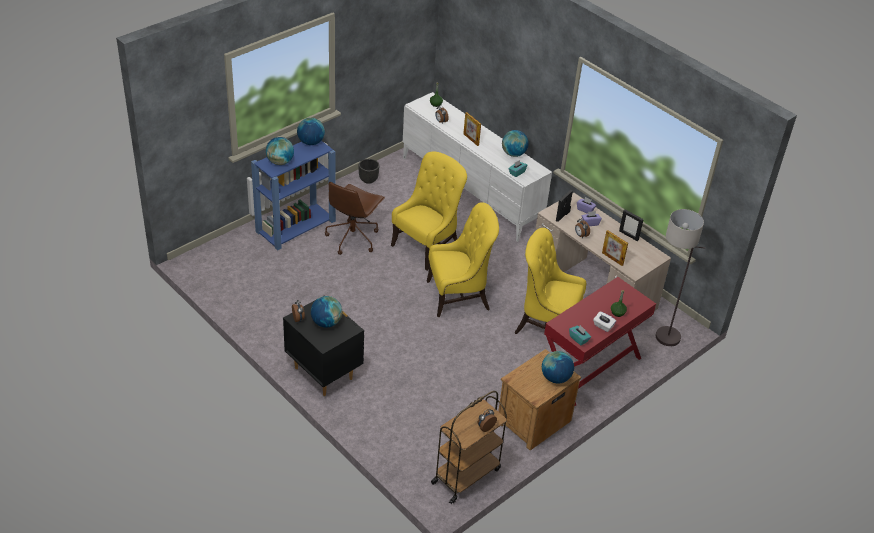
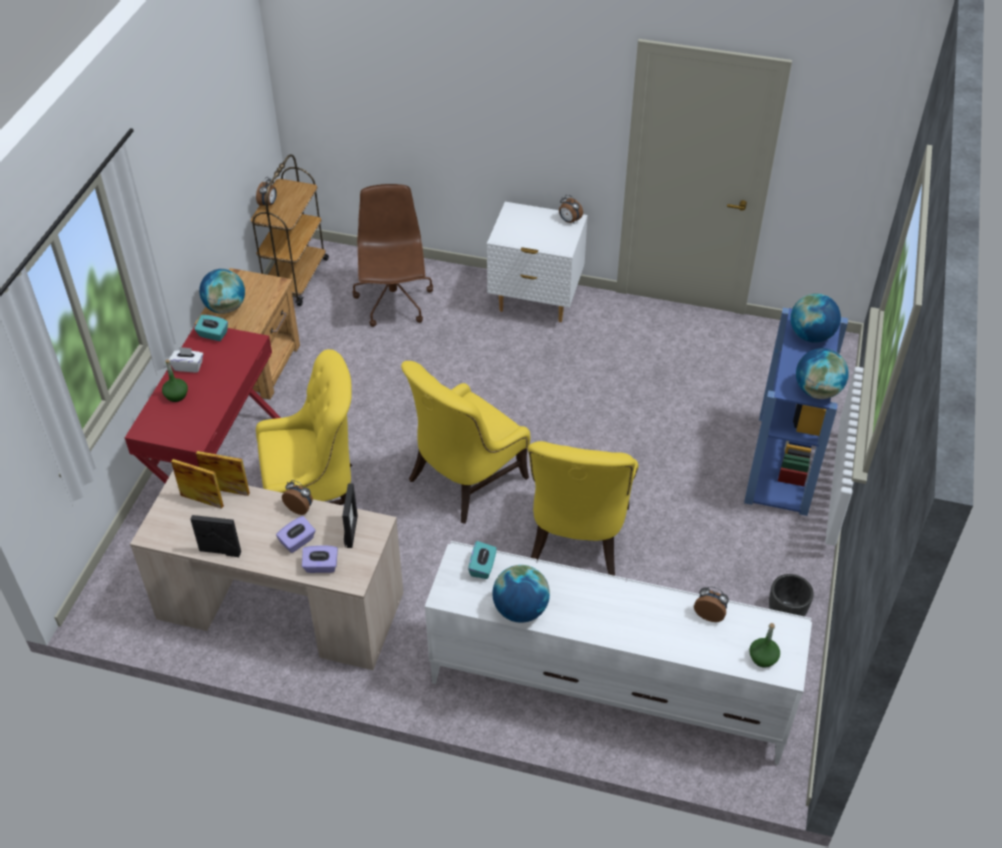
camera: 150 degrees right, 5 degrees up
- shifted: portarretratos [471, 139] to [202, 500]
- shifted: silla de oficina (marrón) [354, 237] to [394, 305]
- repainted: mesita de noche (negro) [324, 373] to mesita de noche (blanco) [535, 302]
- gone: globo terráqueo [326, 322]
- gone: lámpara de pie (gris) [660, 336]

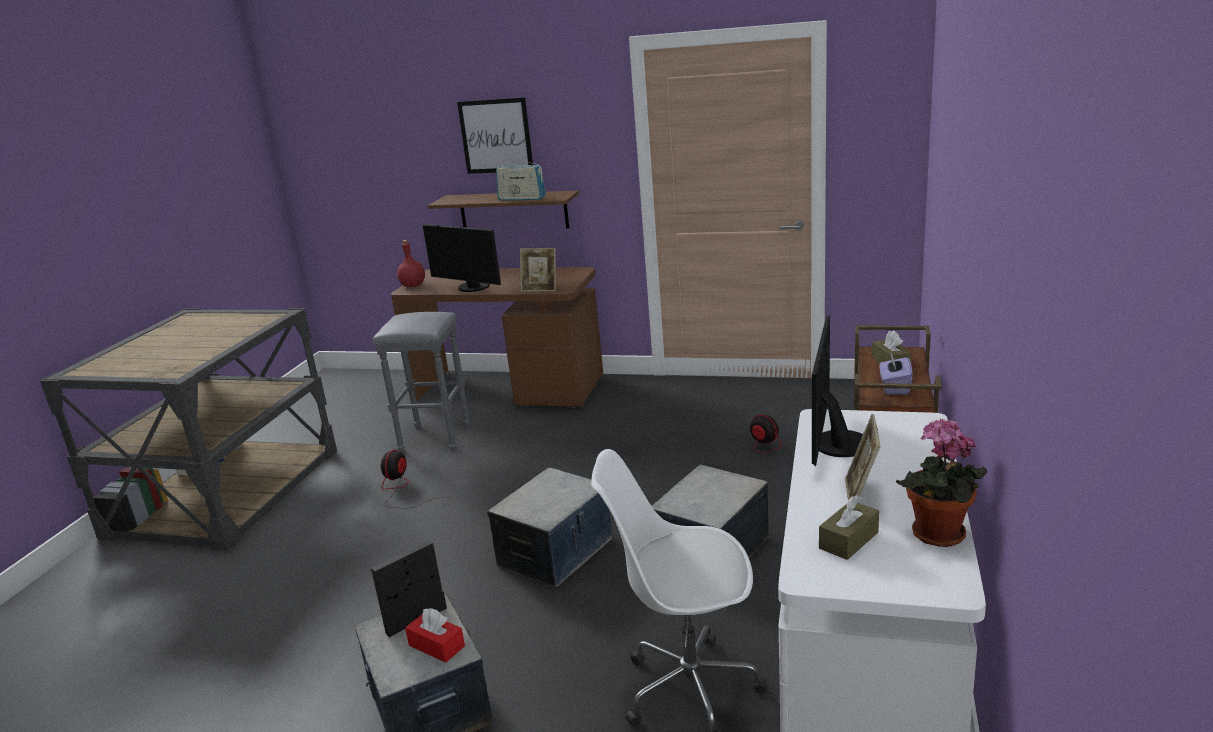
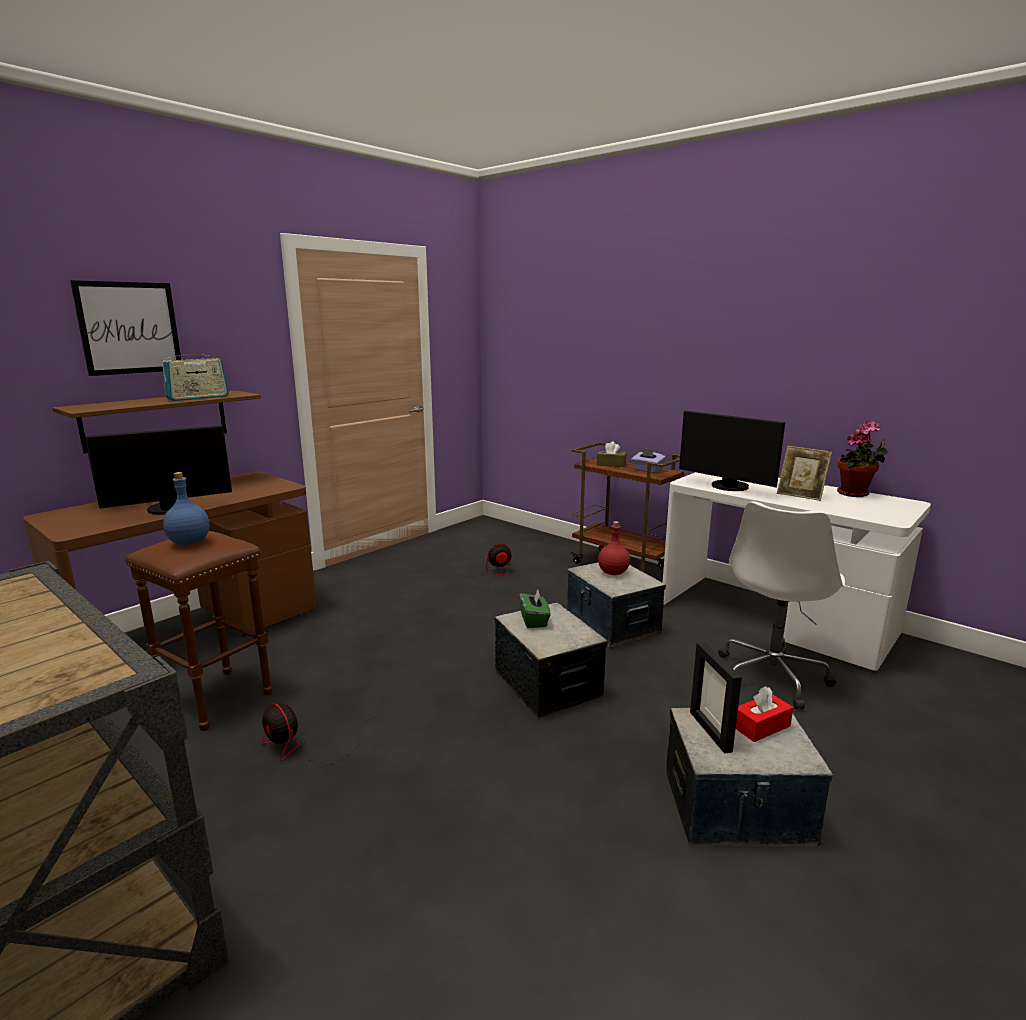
camera: 65 degrees left, 5 degrees down
- repainted: taburete (gris) [433, 438] to taburete (marrón) [216, 700]
- new: botella (azul) [188, 542]
- new: caja de pañuelos (verde) [534, 620]
- shifted: botella (rojo) [412, 286] to [613, 573]
- gone: portarretratos [540, 289]
- gone: caja de pañuelos (marrón) [848, 540]

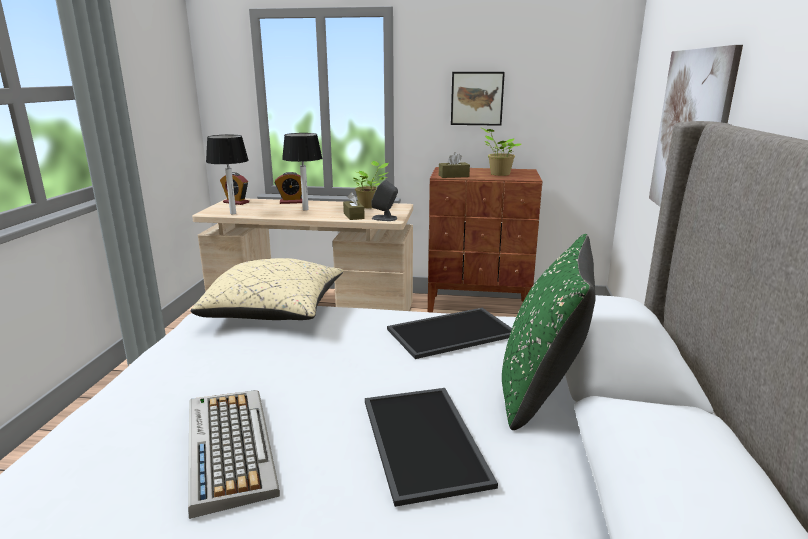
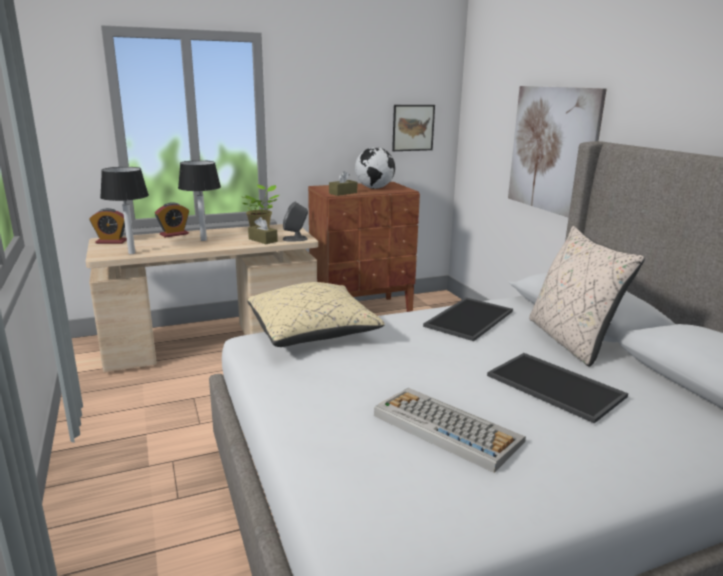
camera: 30 degrees left, 0 degrees up
- swapped: planta en maceta [498, 174] to globo terráqueo [374, 188]
- shifted: cuadro [477, 98] to [413, 127]
- repainted: cojín (verde) [541, 390] to cojín (beis) [570, 340]

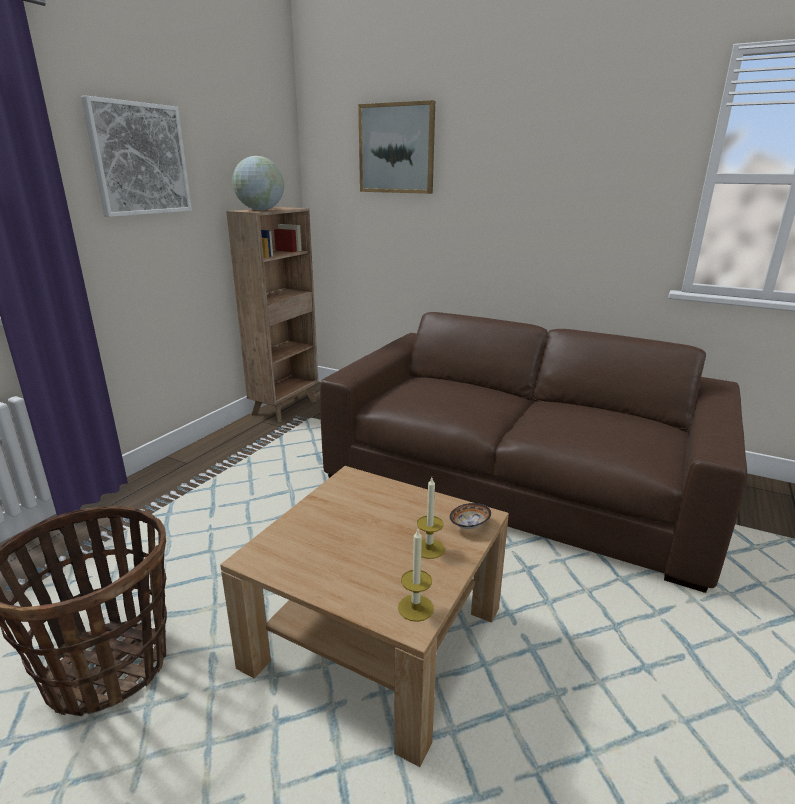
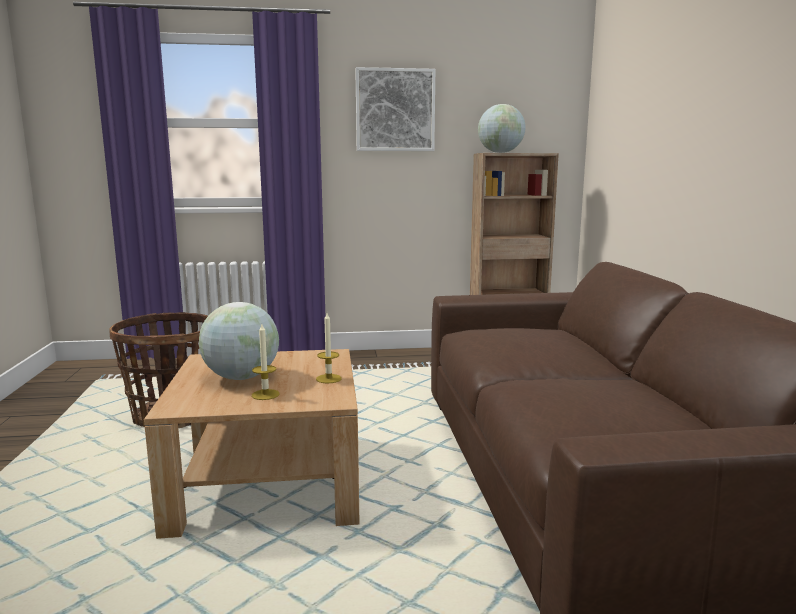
camera: 55 degrees right, 10 degrees down
- new: globo terráqueo [241, 377]
- shifted: vela [415, 608] to [328, 378]
- gone: cuadro [397, 149]
- gone: cuenco [469, 525]

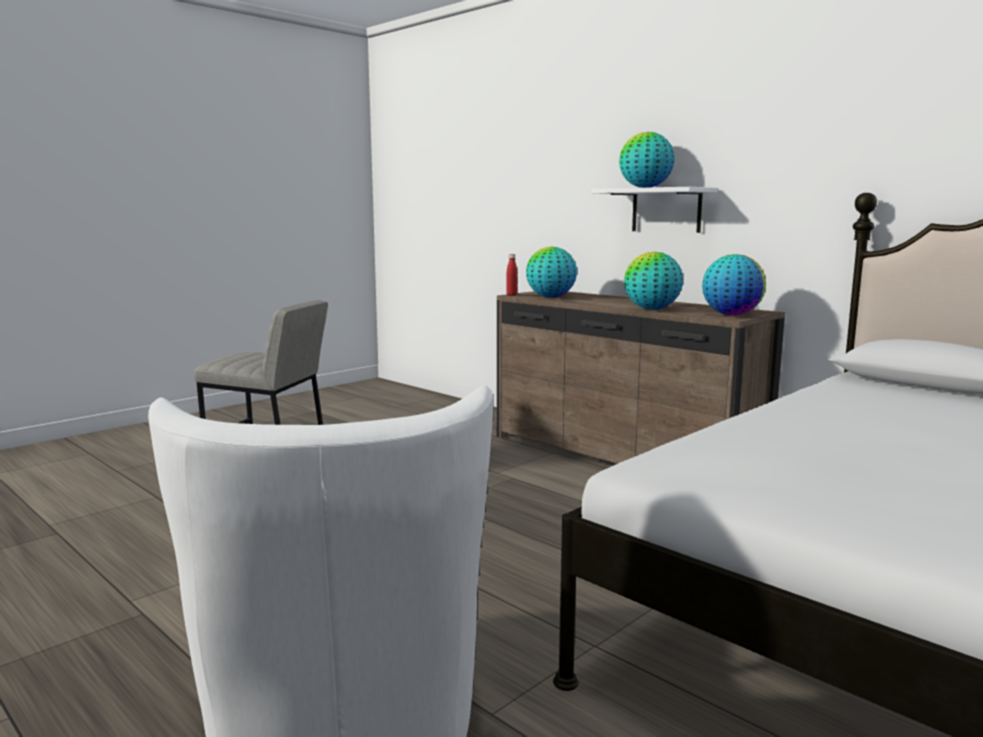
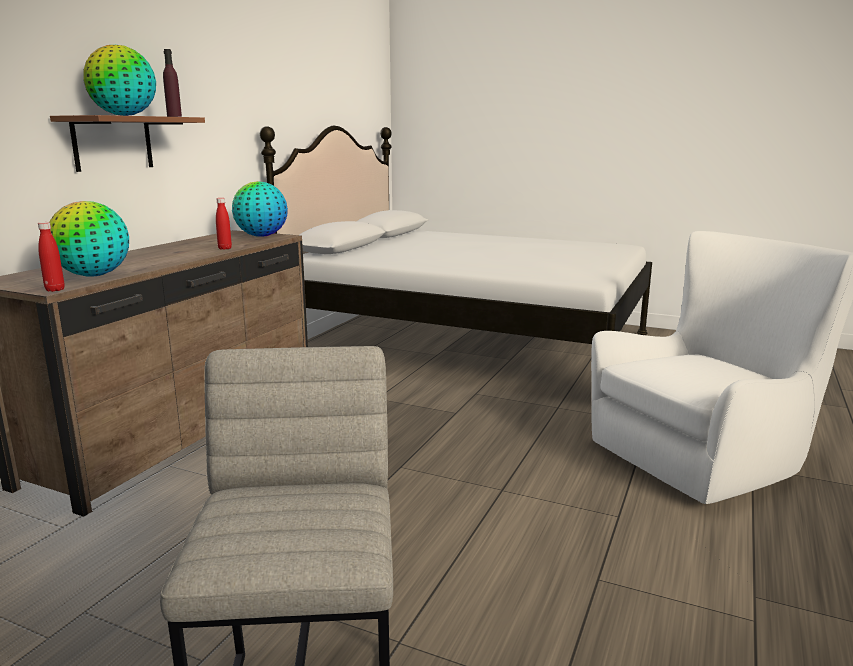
camera: 110 degrees left, 5 degrees up
- repainted: estante (blanco) [666, 210] to estante (marrón) [113, 143]
- new: botella (morado) [174, 116]
- swapped: globo terráqueo [652, 309] to botella (rojo) [225, 248]

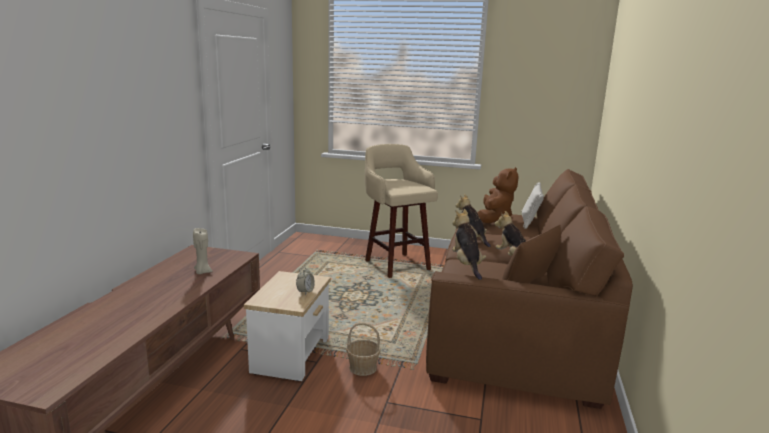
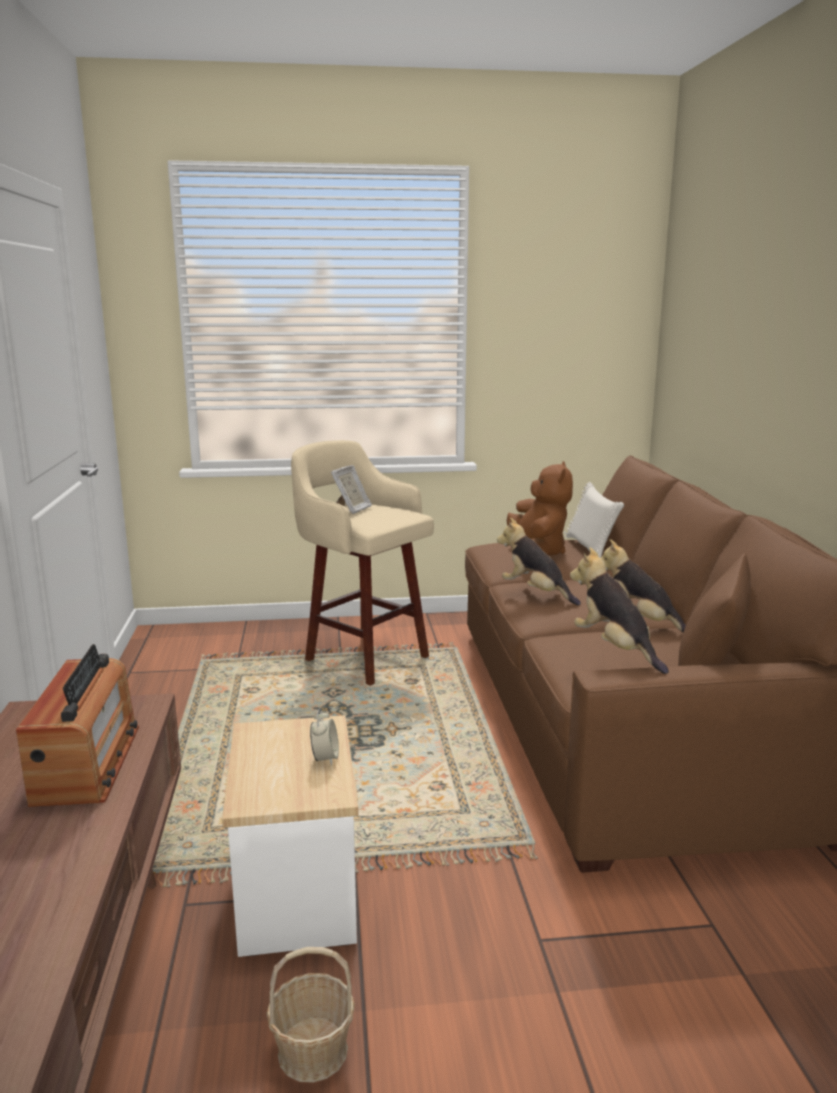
camera: 20 degrees left, 0 degrees up
- swapped: vela (beis) [202, 272] to radio [87, 763]
- shifted: cesta [362, 367] to [312, 1050]
- new: portarretratos [352, 510]

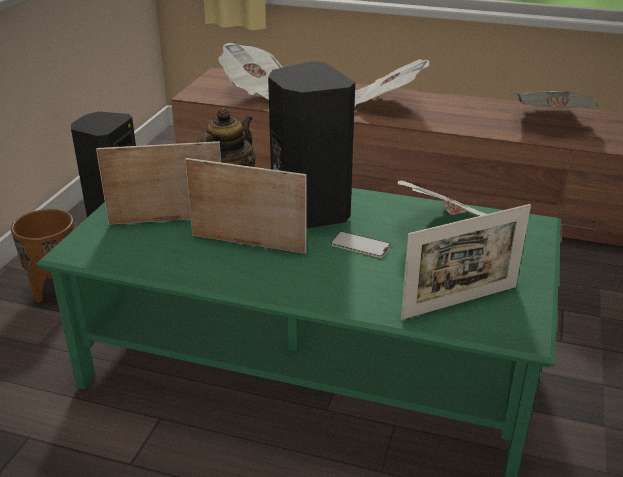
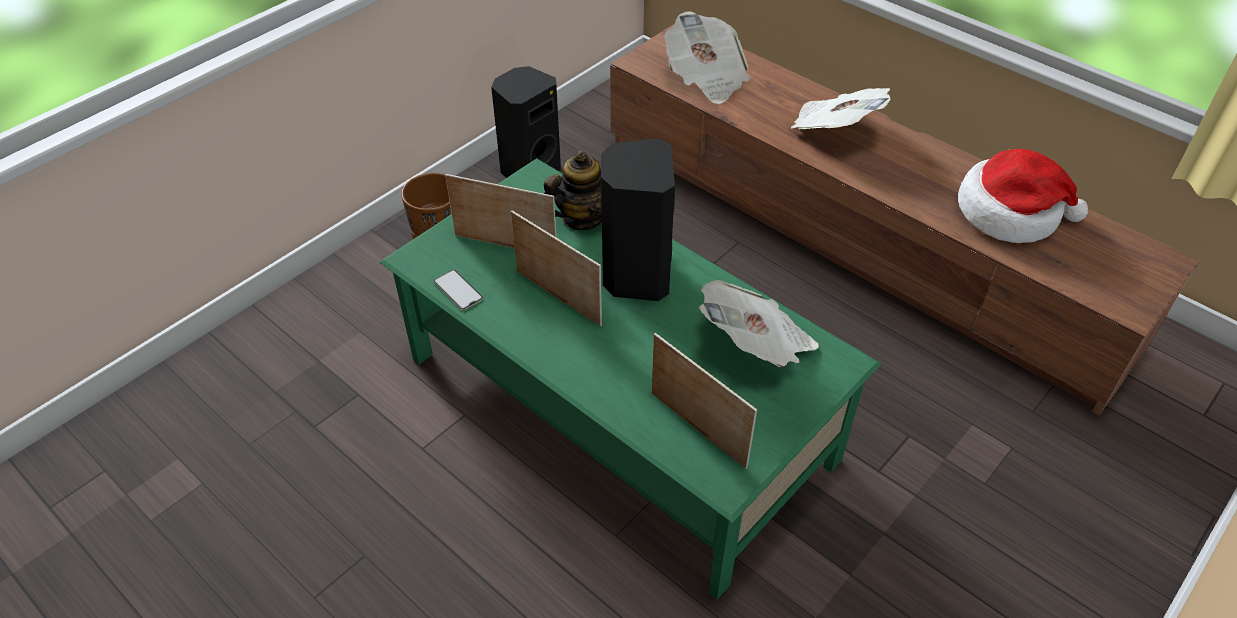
camera: 25 degrees right, 15 degrees up
- shifted: móvil [360, 245] to [458, 290]
- rotated: portarretratos [460, 302] = [697, 429] 135 degrees counterclockwise
- swapped: periódico [551, 122] to sombrero [1010, 213]

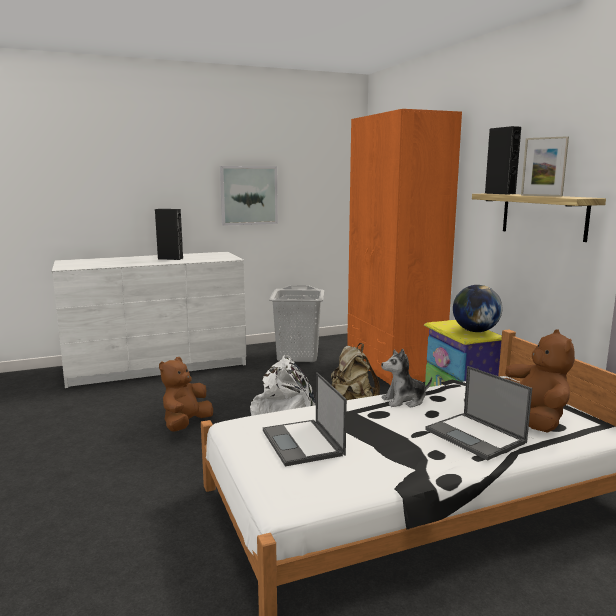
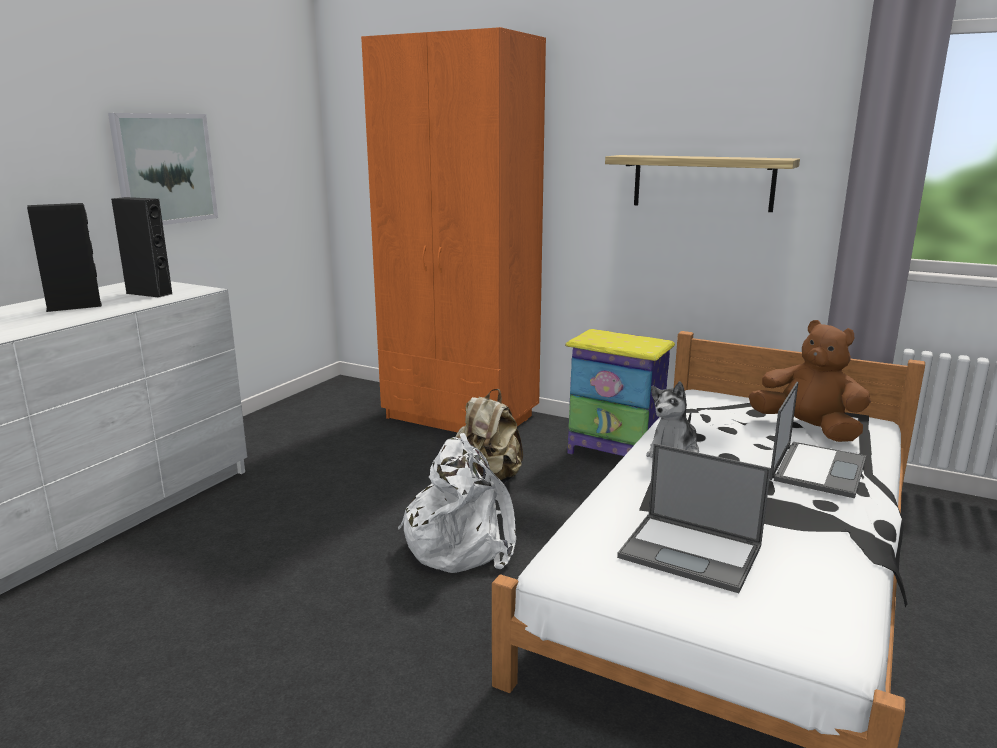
camera: 40 degrees left, 5 degrees up
- shifted: altavoz (negro) [500, 193] to [149, 293]
- rotated: portátil [476, 436] = [818, 469] 75 degrees counterclockwise
- gone: peluche (marrón) [186, 424]
- gone: cesto de la ropa (gris) [298, 356]
- gone: globo terráqueo [475, 331]
- gone: portarretratos [541, 196]

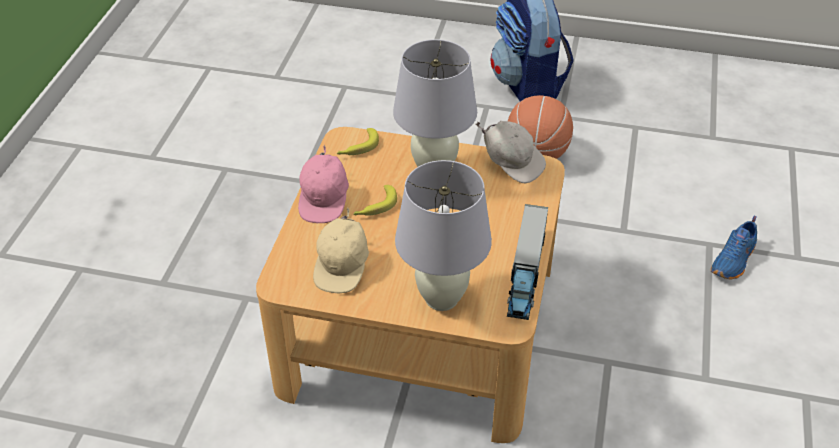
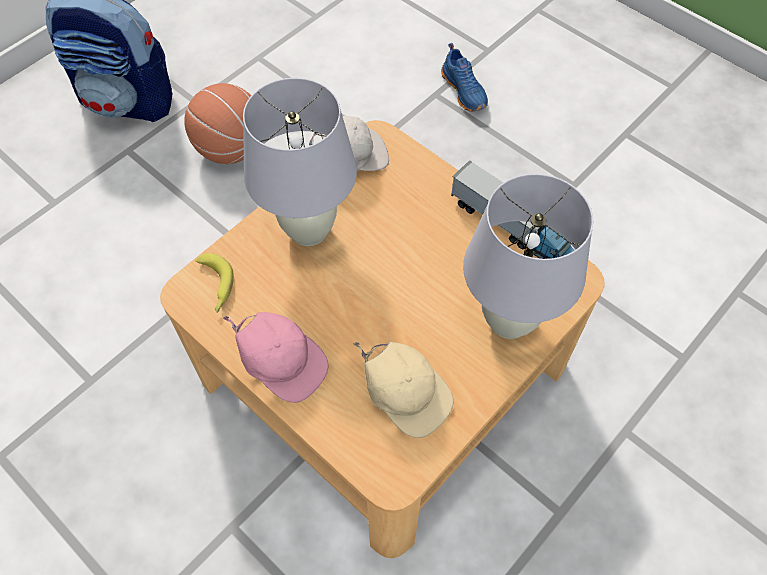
camera: 60 degrees left, 15 degrees up
- gone: plátano [375, 207]

